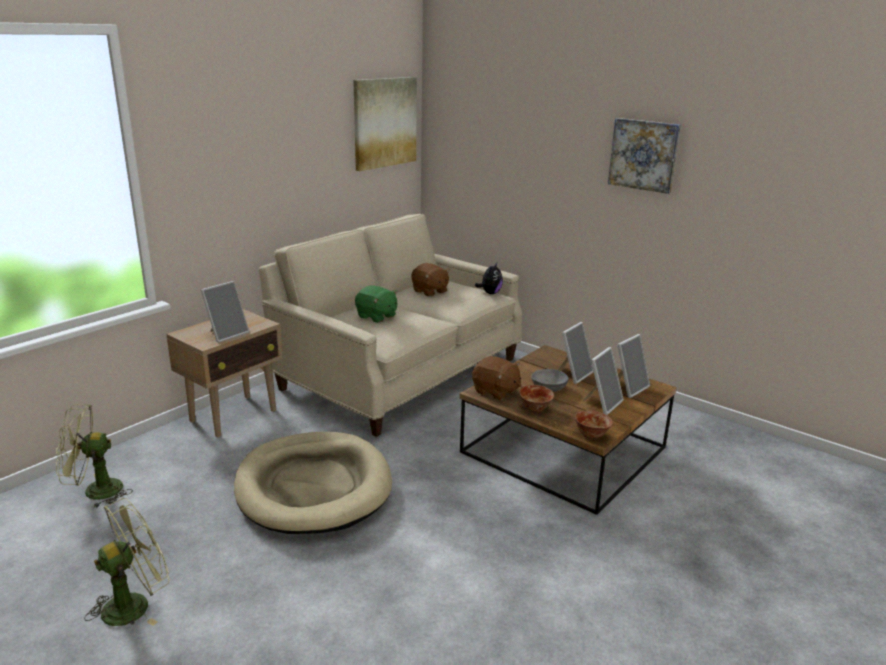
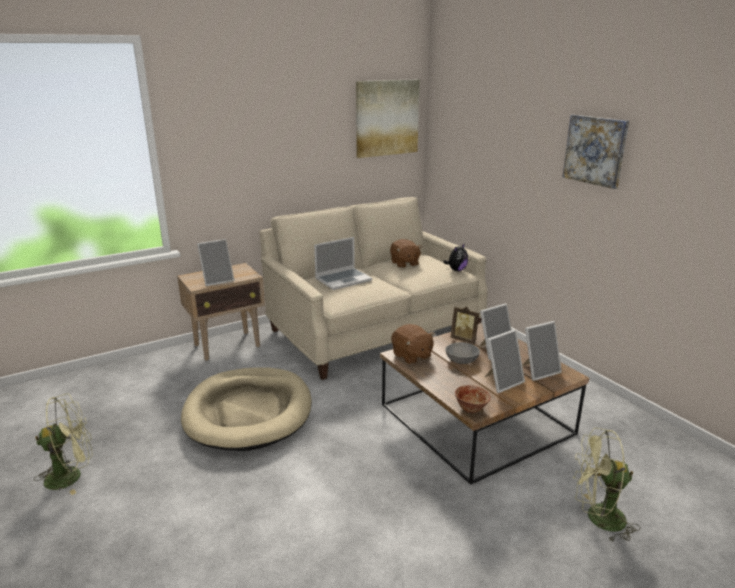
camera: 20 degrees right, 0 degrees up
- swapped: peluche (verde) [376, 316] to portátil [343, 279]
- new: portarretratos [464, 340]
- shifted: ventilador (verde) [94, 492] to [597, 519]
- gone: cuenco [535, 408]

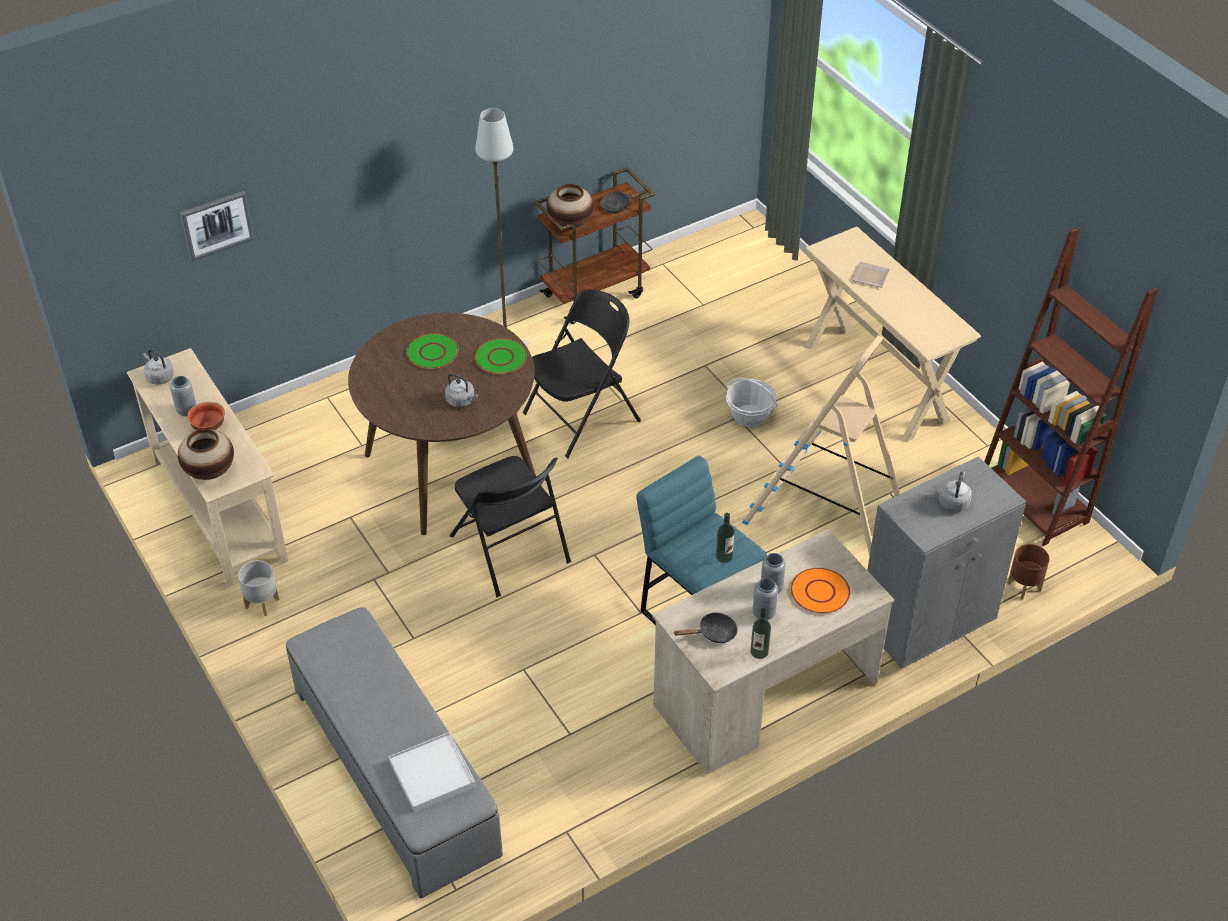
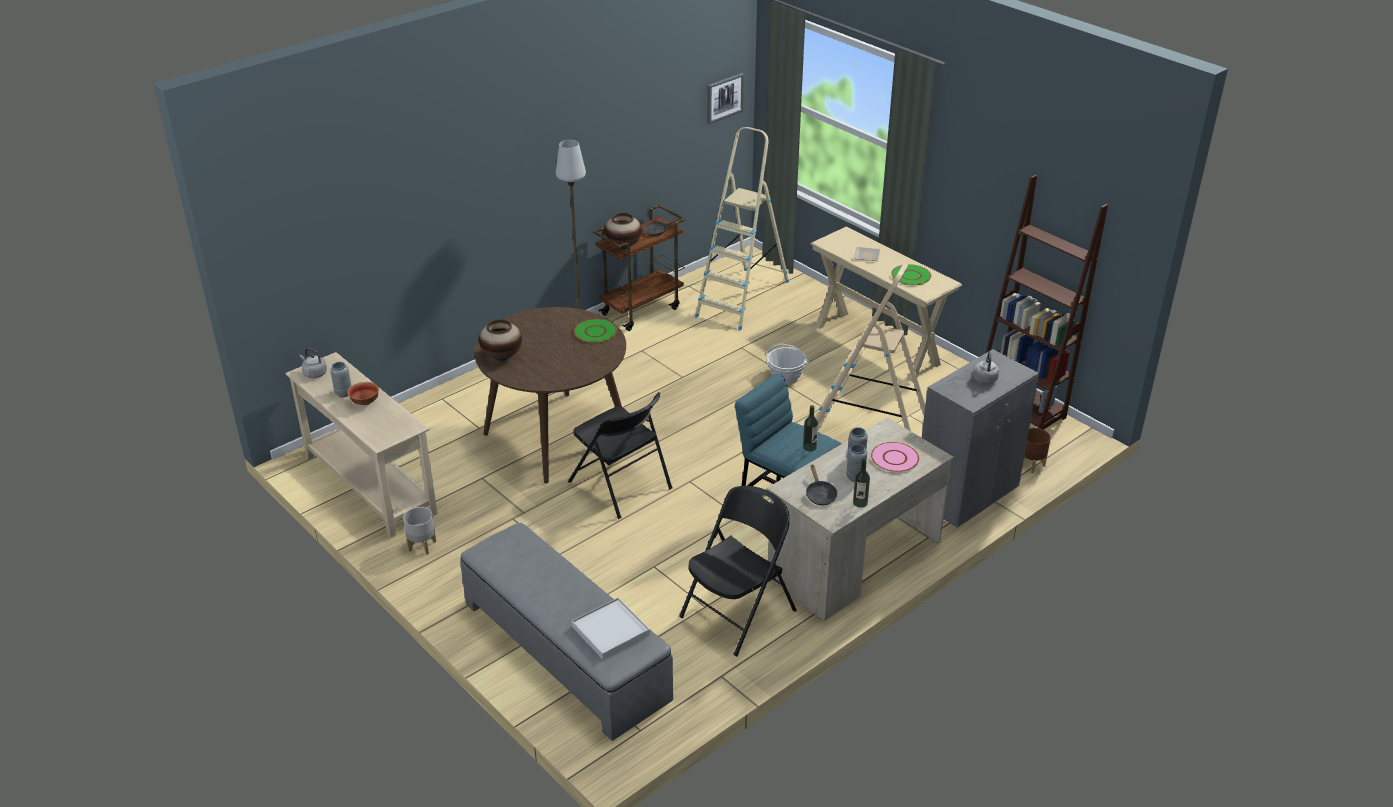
camera: 10 degrees left, 10 degrees down
- shifted: florero [210, 472] to [502, 356]
- shifted: silla (negro) [581, 417] to [738, 614]
- new: escalera de tijera (beis) [742, 299]
- shifted: cuadro [217, 224] to [724, 97]
- rotated: sartén (negro) [713, 633] = [820, 495] 105 degrees clockwise
- repainted: plato (naranja) [819, 592] to plato (rosa) [894, 458]
- shifted: plato (verde) [432, 353] to [911, 276]
- gone: hervidor (gris) [462, 401]

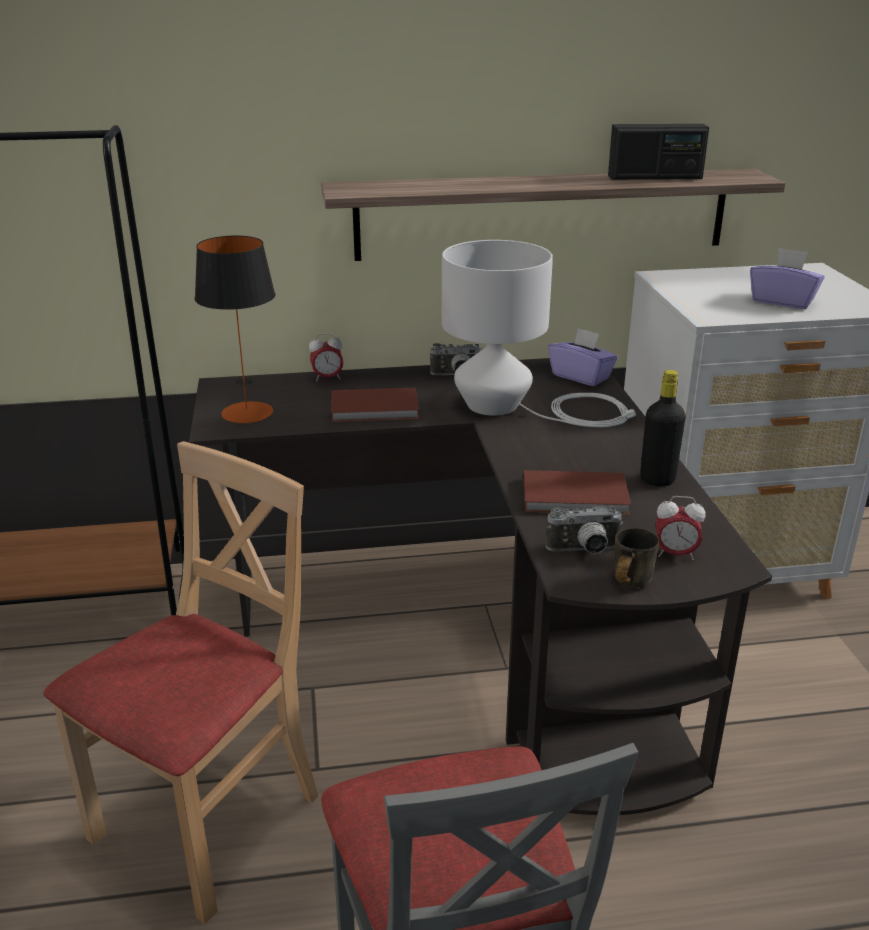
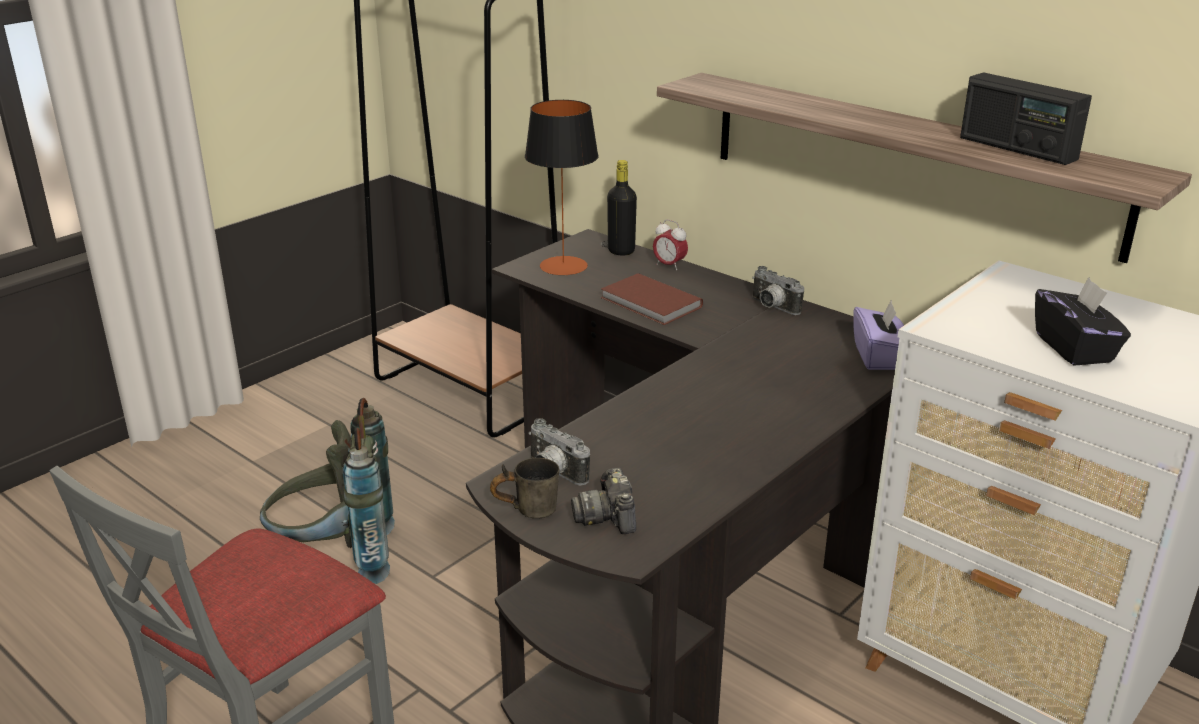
camera: 50 degrees right, 0 degrees up
- swapped: silla (beis) [209, 821] to mochila (gris) [337, 559]
- swapped: despertador [675, 554] to cámara [607, 517]
- shifted: botella (negro) [657, 479] to [621, 251]
- repainted: caja de pañuelos (morado) [782, 301] to caja de pañuelos (negro) [1074, 348]
- gone: lámpara de mesa (gris) [530, 407]
- gone: libro (marrón) [576, 498]

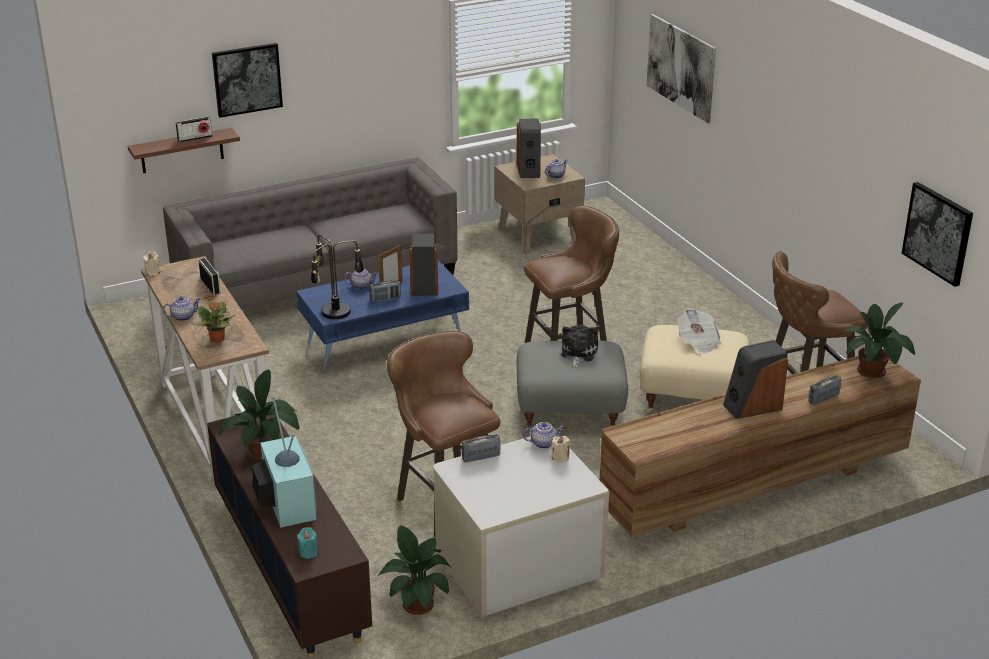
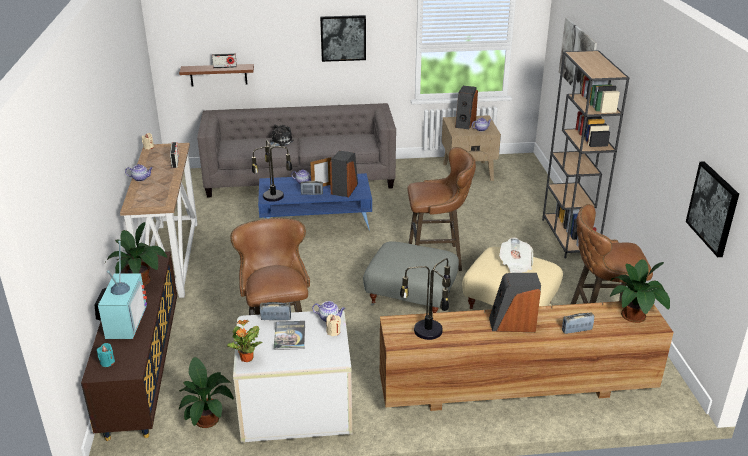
camera: 20 degrees right, 0 degrees up
- shifted: planta en maceta [217, 339] to [246, 358]
- shifted: peluche [578, 353] to [280, 142]
- new: libro [289, 336]
- shifted: cuadro [247, 79] to [343, 38]
- new: lámpara de mesa [428, 331]
- new: estantería [570, 237]

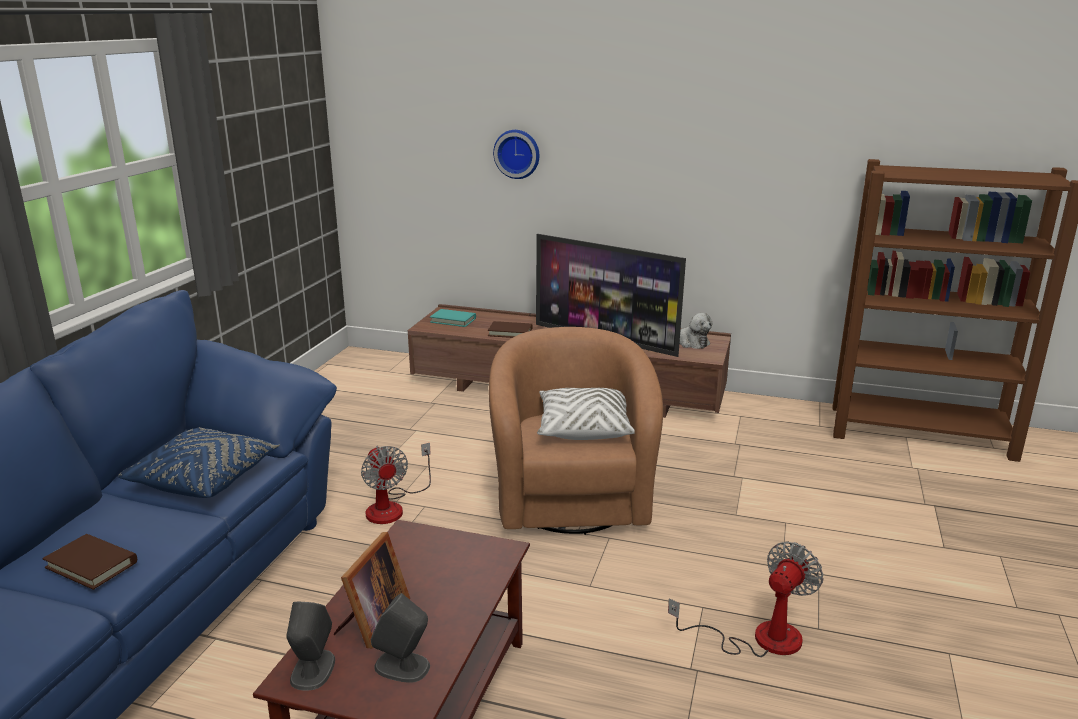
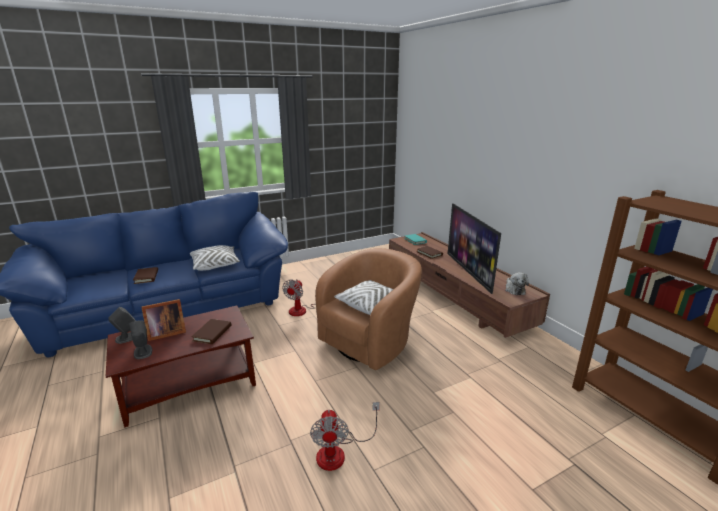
camera: 45 degrees right, 0 degrees up
- repainted: cojín (azul) [205, 478] to cojín (blanco) [215, 265]
- new: libro (marrón) [212, 333]
- rotated: ventilador [759, 638] = [339, 452] 90 degrees clockwise
- gone: reloj de pared [517, 153]

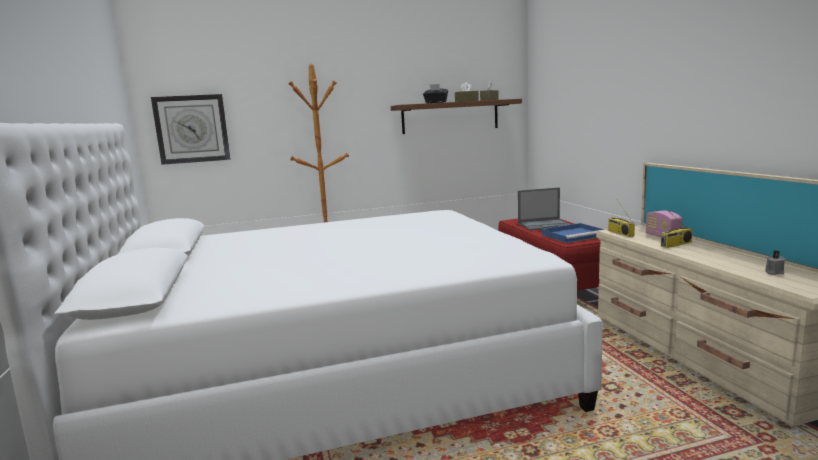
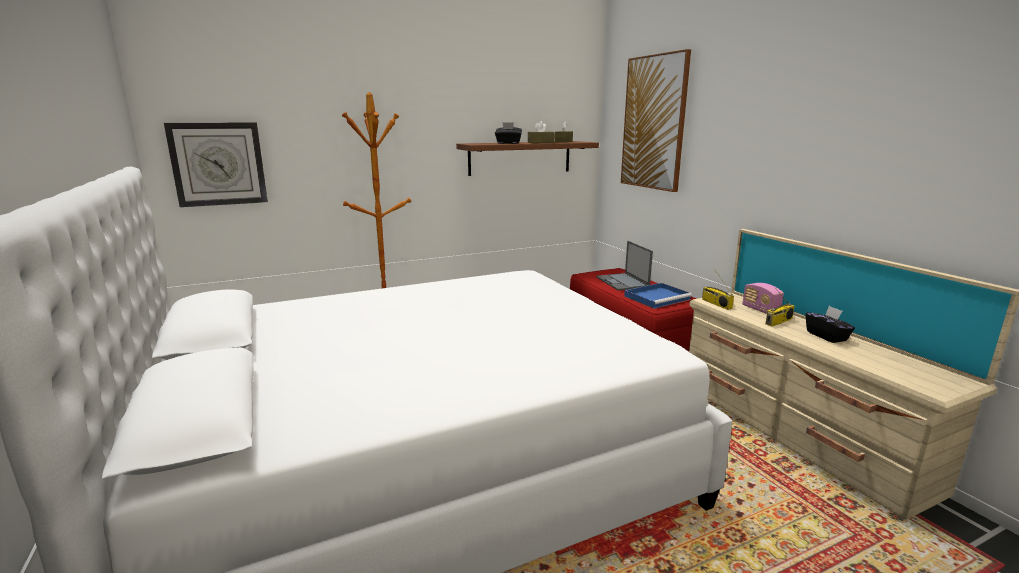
camera: 10 degrees left, 5 degrees up
- rotated: portátil [545, 225] = [622, 282] 90 degrees clockwise
- new: cuadro [654, 123]
- new: caja de pañuelos (negro) [827, 336]
- gone: vela (gris) [773, 272]

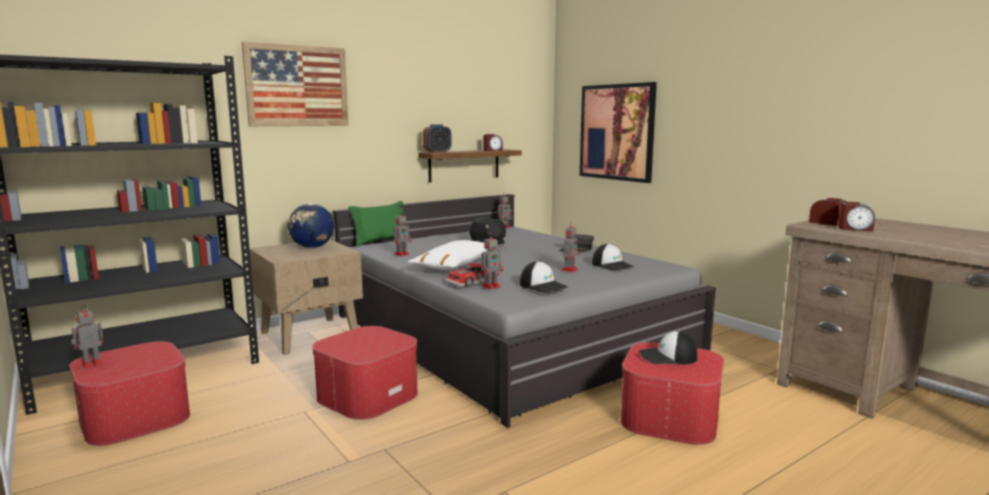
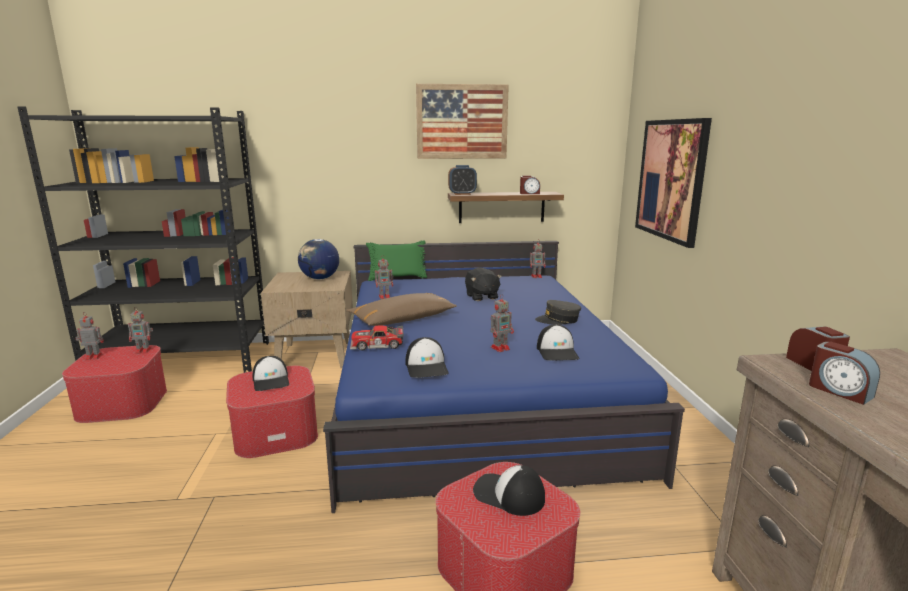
camera: 30 degrees right, 5 degrees up
- shifted: robot de juguete [491, 286] to [144, 350]
- new: gorra [271, 381]
- repainted: cama (gris) [508, 332] to cama (azul) [475, 394]
- repainted: cojín (blanco) [455, 265] to cojín (marrón) [403, 319]
- shifted: cuadro [297, 86] to [462, 122]

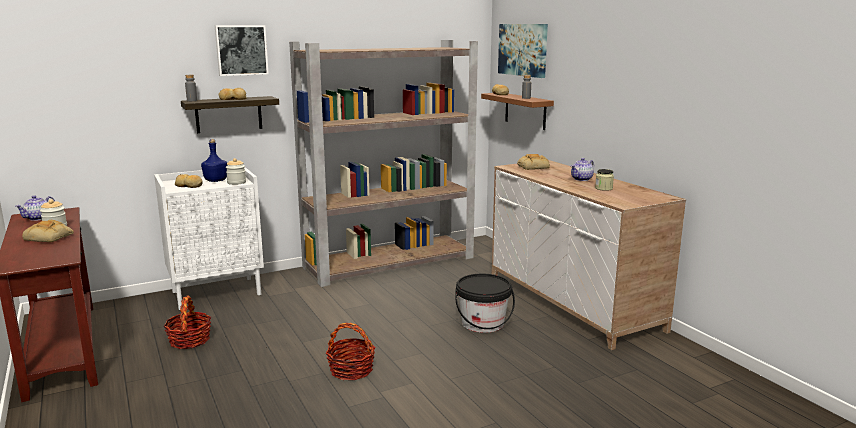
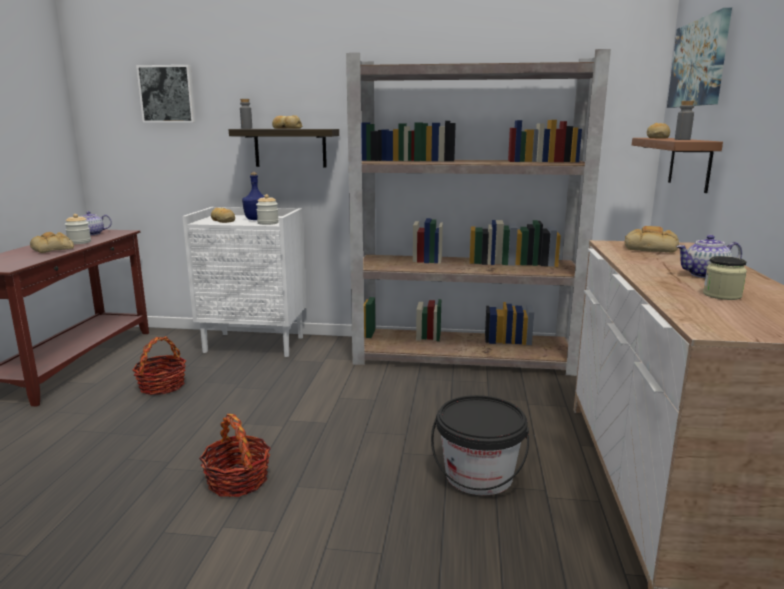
camera: 35 degrees right, 0 degrees up
- shifted: cuadro [241, 50] to [168, 94]

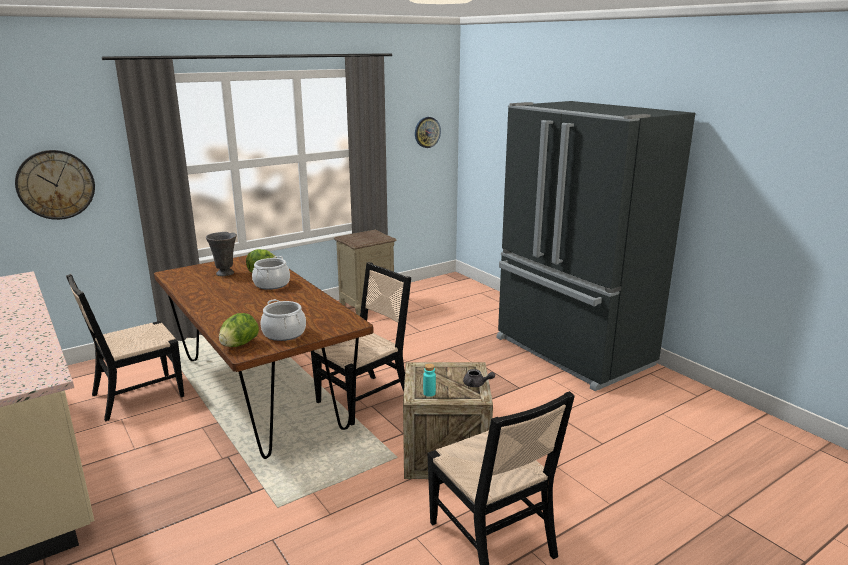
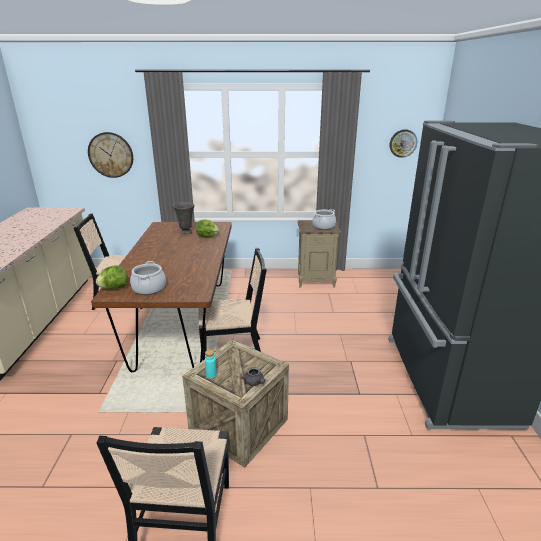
camera: 35 degrees right, 5 degrees up
- shifted: olla [272, 284] to [323, 226]

